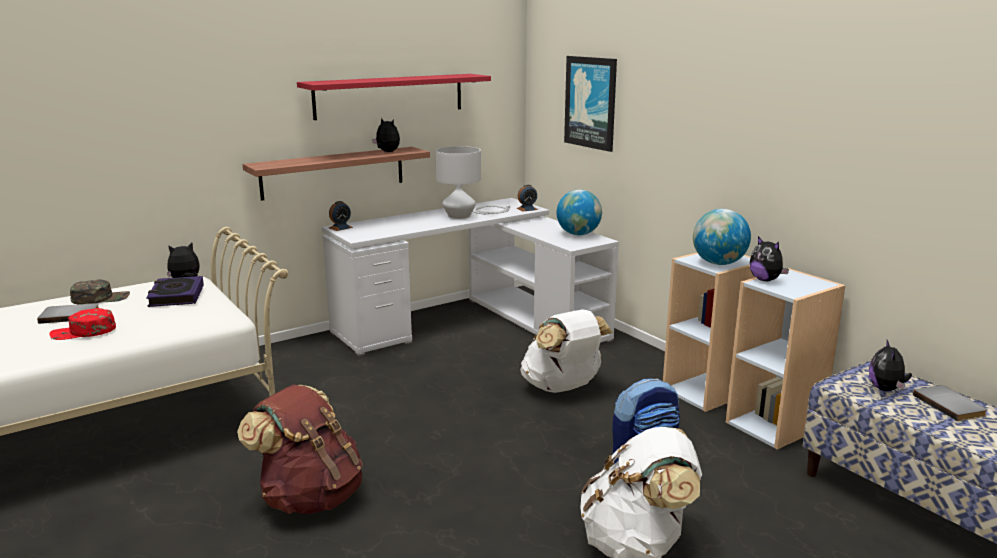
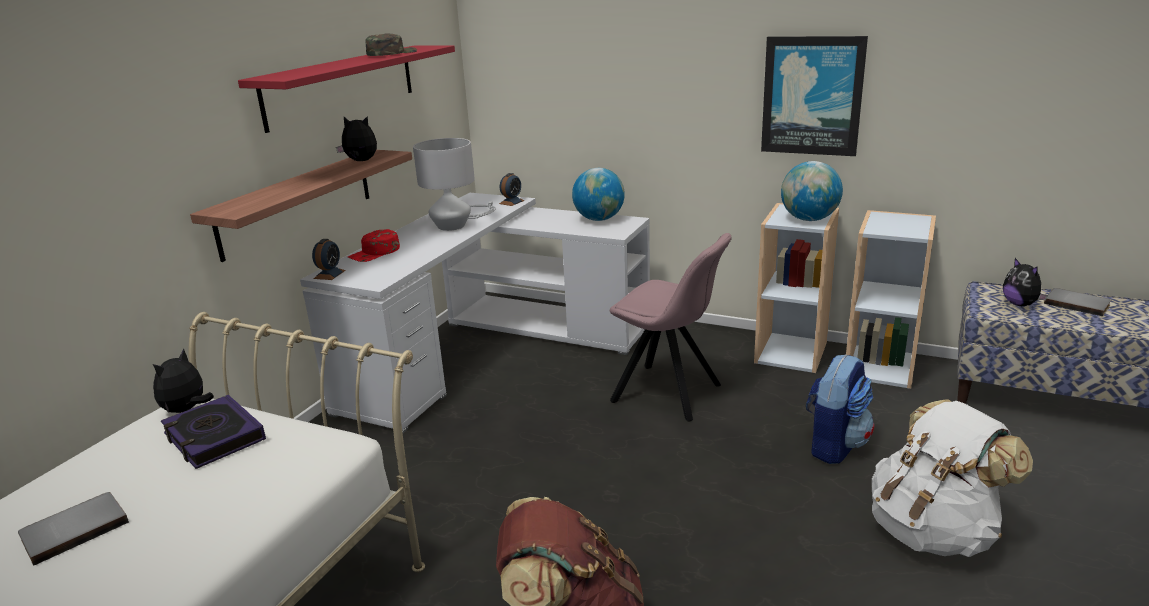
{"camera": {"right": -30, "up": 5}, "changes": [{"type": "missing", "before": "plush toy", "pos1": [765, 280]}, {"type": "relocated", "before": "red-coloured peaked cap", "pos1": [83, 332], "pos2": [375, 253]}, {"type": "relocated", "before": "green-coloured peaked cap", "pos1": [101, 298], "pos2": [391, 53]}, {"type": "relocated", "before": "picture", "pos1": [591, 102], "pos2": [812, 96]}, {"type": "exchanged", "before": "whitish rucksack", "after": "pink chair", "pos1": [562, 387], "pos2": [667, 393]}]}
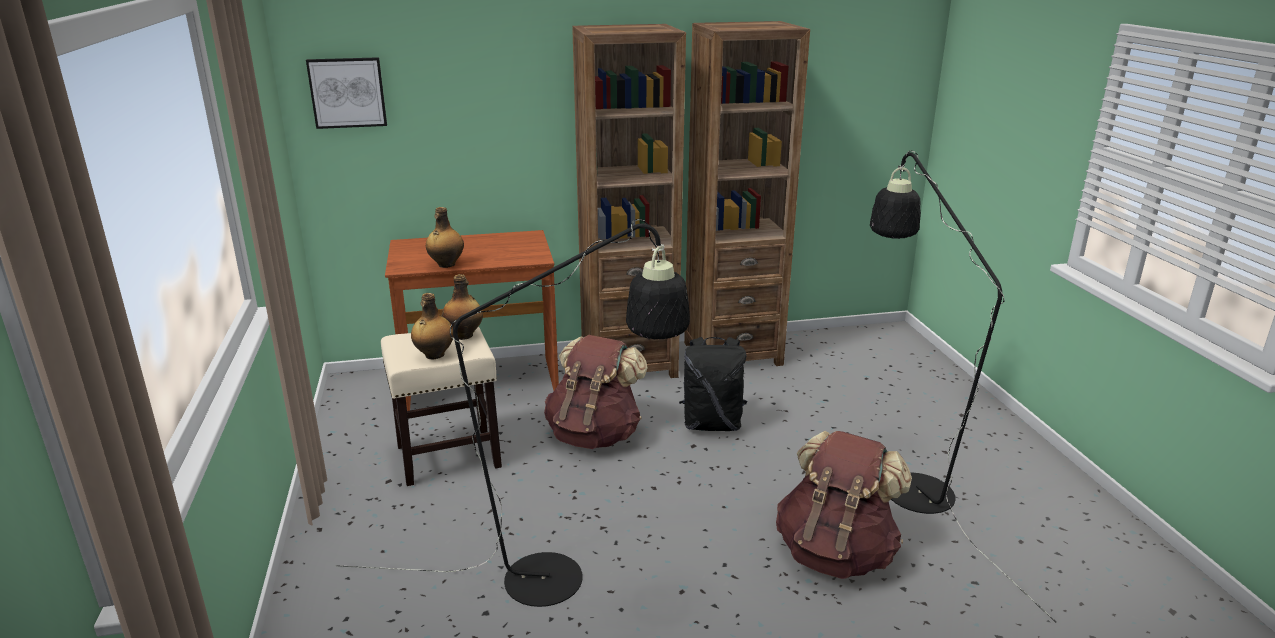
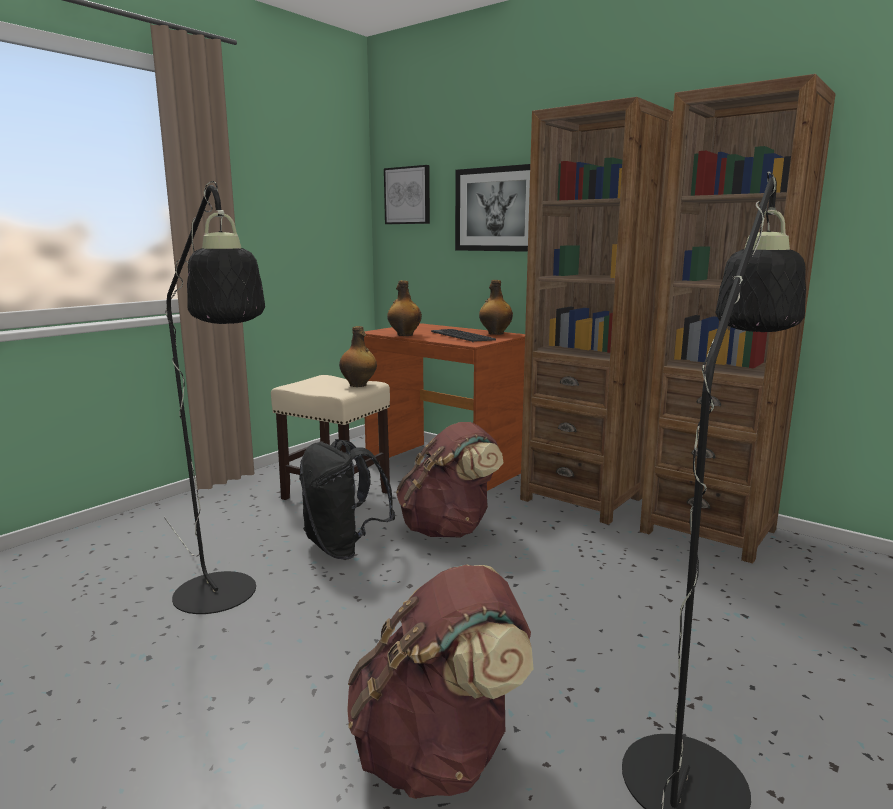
{"camera": {"right": 50, "up": -10}, "changes": [{"type": "appeared", "after": "PC keyboard", "pos2": [463, 336]}, {"type": "appeared", "after": "picture", "pos2": [497, 209]}, {"type": "relocated", "before": "bottle", "pos1": [434, 355], "pos2": [495, 333]}, {"type": "relocated", "before": "black-coloured rucksack", "pos1": [712, 424], "pos2": [344, 547]}]}
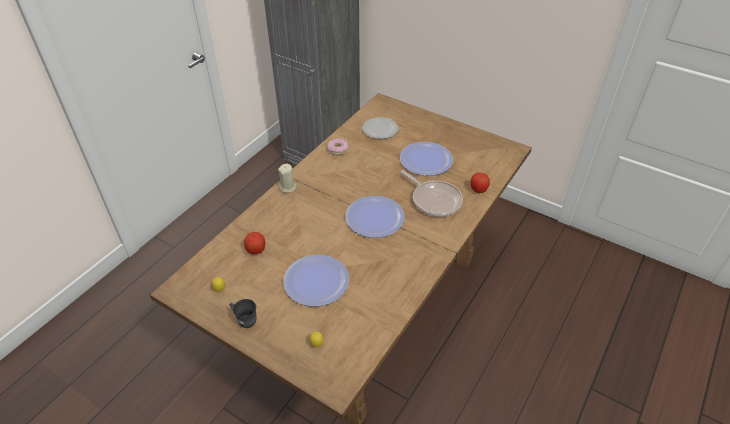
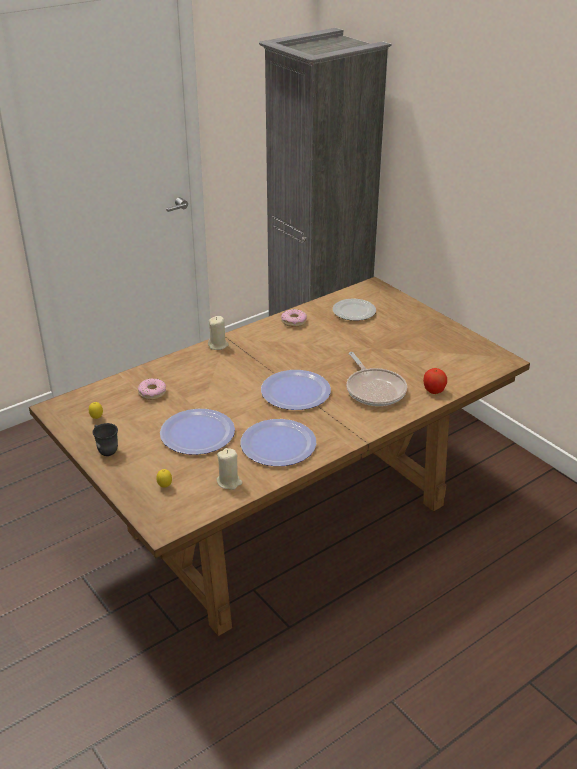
{"camera": {"right": 20, "up": -10}, "changes": [{"type": "appeared", "after": "sand-coloured wax candle", "pos2": [229, 482]}, {"type": "relocated", "before": "dinner plate", "pos1": [426, 160], "pos2": [278, 444]}, {"type": "exchanged", "before": "whole apple", "after": "doughnut", "pos1": [256, 250], "pos2": [152, 393]}]}
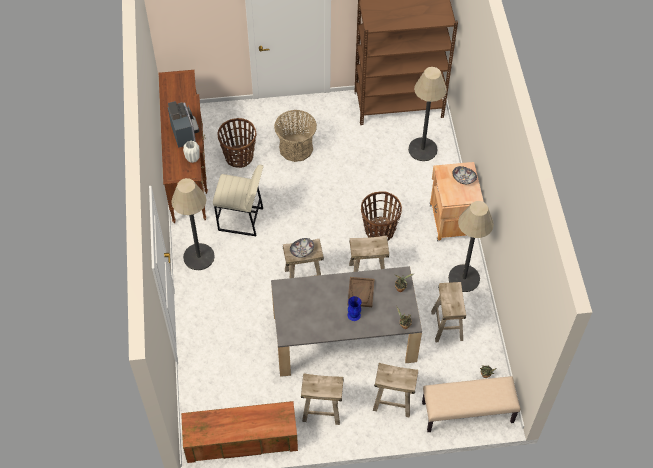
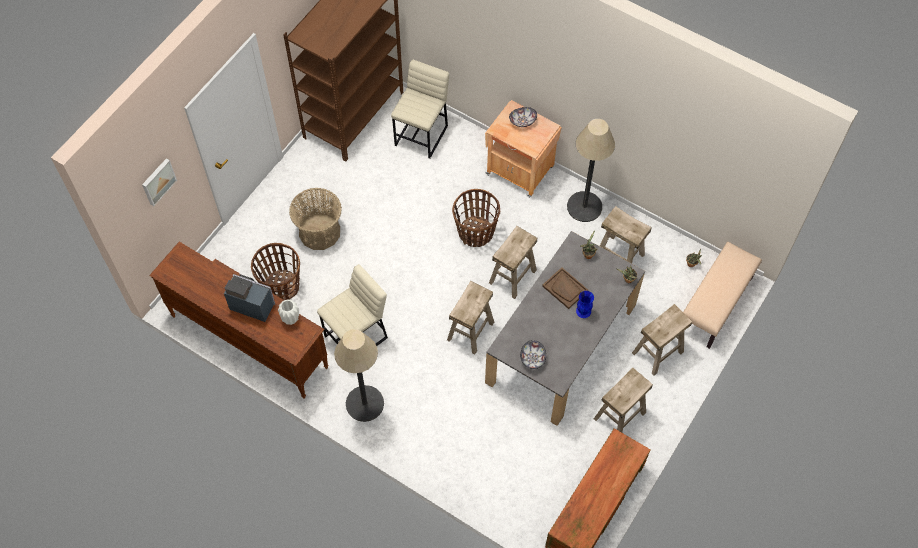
{"camera": {"right": -50, "up": 5}, "changes": [{"type": "appeared", "after": "picture", "pos2": [158, 181]}, {"type": "relocated", "before": "bowl", "pos1": [302, 251], "pos2": [533, 358]}, {"type": "exchanged", "before": "standard lamp", "after": "sand-coloured chair", "pos1": [422, 149], "pos2": [422, 134]}]}
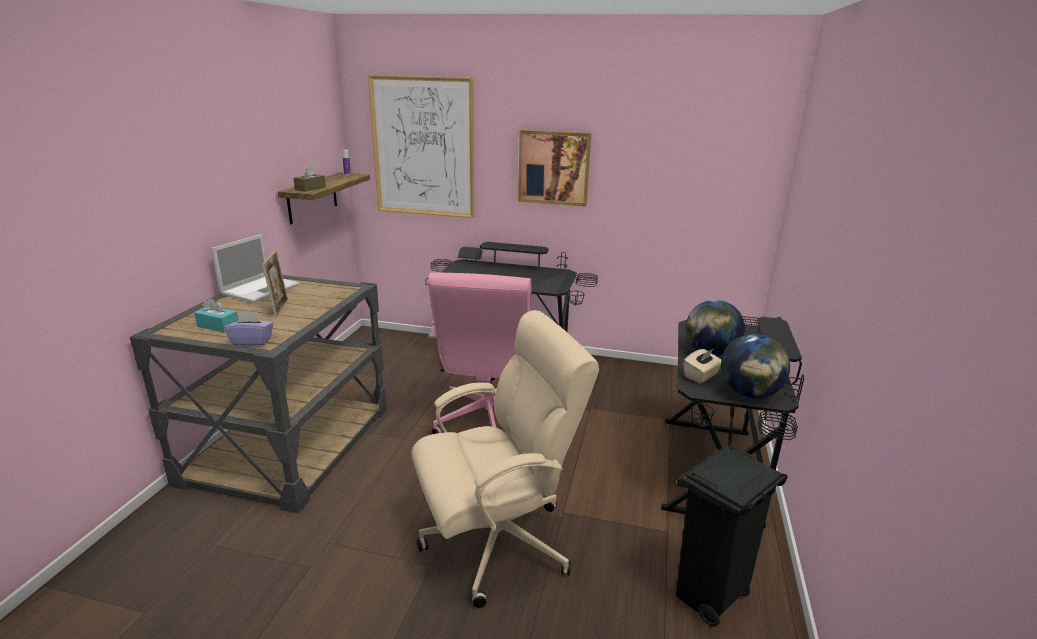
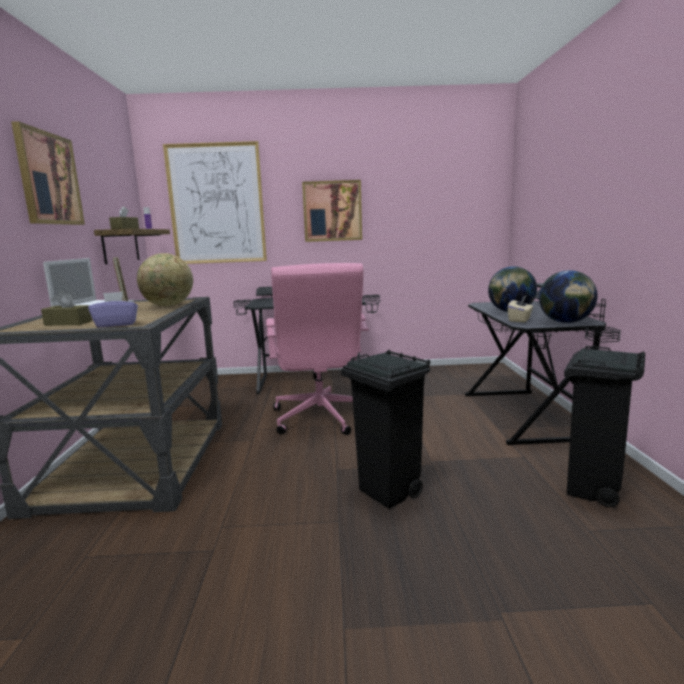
{"camera": {"right": -15, "up": -10}, "changes": [{"type": "appeared", "after": "picture", "pos2": [48, 179]}, {"type": "appeared", "after": "globe", "pos2": [168, 306]}, {"type": "exchanged", "before": "sand-coloured computer chair", "after": "black-coloured rubbish bin", "pos1": [496, 543], "pos2": [389, 492]}, {"type": "colour", "before": "turquoise-coloured box of tissues", "after": "brown box of tissues", "pos1": [218, 326], "pos2": [68, 323]}]}
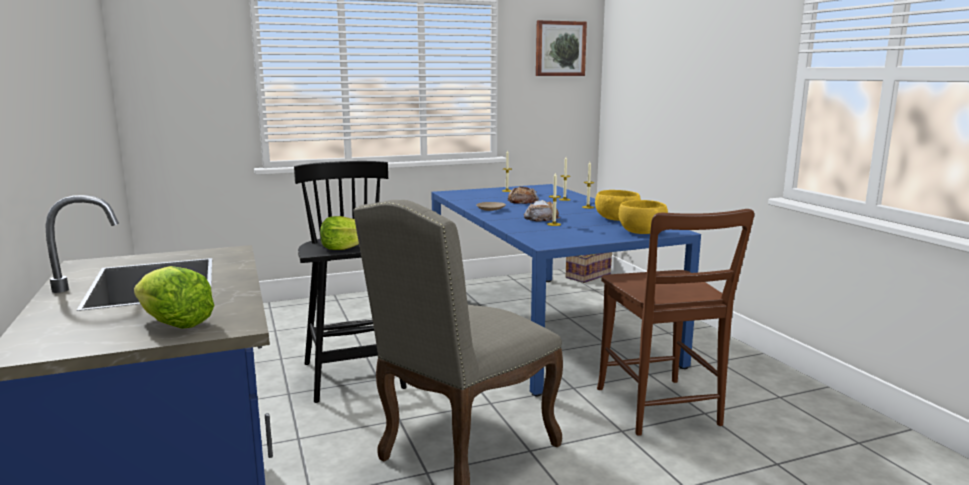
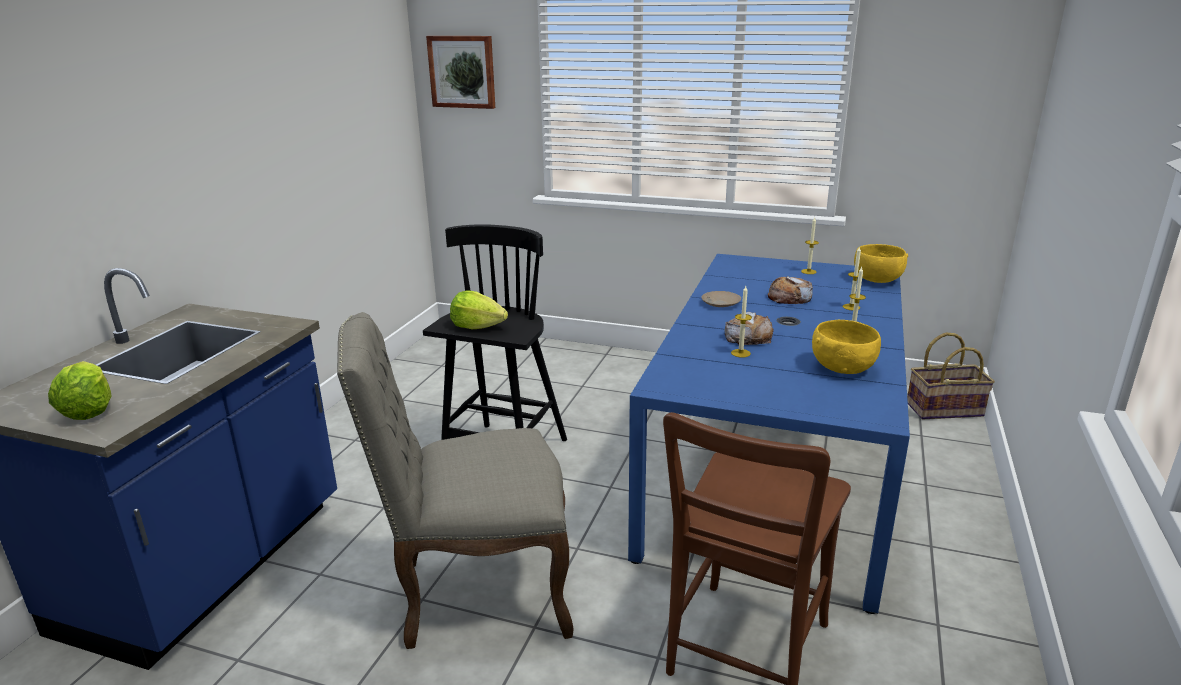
{"camera": {"right": 40, "up": 10}, "changes": [{"type": "relocated", "before": "picture", "pos1": [560, 48], "pos2": [462, 71]}, {"type": "relocated", "before": "yellow bowl", "pos1": [642, 233], "pos2": [877, 280]}]}
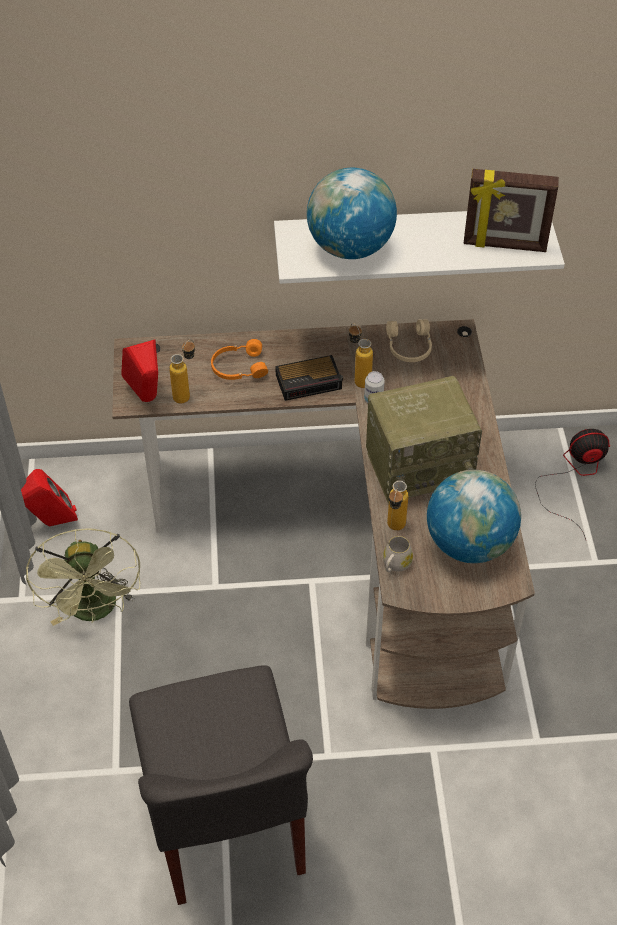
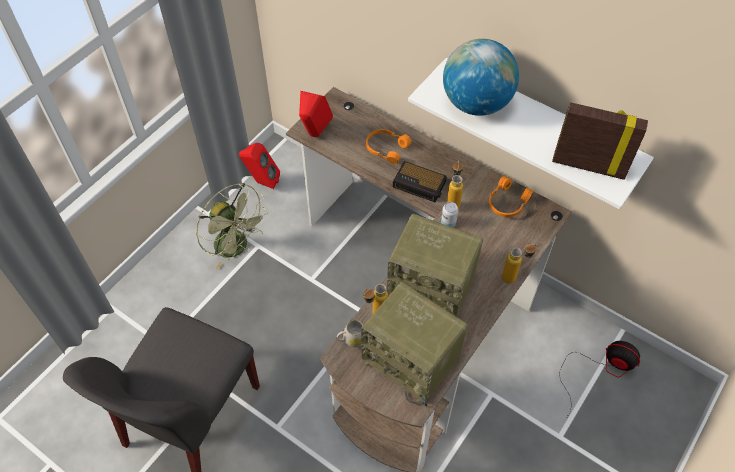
{"camera": {"right": 40, "up": 5}, "changes": [{"type": "relocated", "before": "bottle", "pos1": [186, 394], "pos2": [514, 277]}, {"type": "exchanged", "before": "globe", "after": "radio receiver", "pos1": [469, 543], "pos2": [412, 360]}, {"type": "colour", "before": "sand-coloured headset", "after": "orange-coloured headset", "pos1": [408, 347], "pos2": [507, 202]}, {"type": "spun", "before": "green-coloured electric fan", "pos1": [95, 611], "pos2": [237, 247], "turn": -75}, {"type": "spun", "before": "photo frame", "pos1": [504, 245], "pos2": [588, 165], "turn": 150}]}
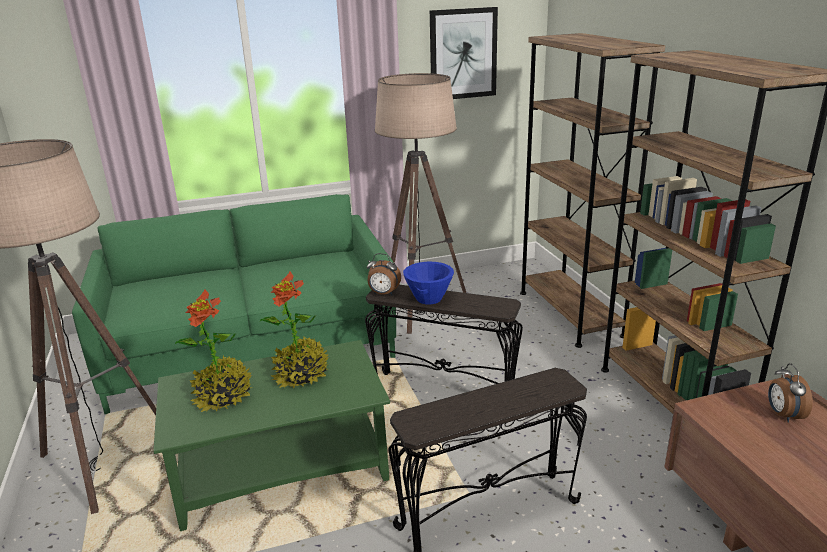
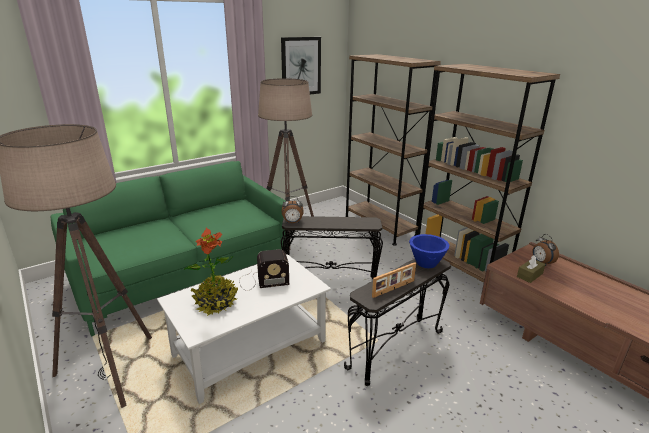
{"camera": {"right": -20, "up": 0}, "changes": [{"type": "appeared", "after": "photo frame", "pos2": [394, 289]}, {"type": "appeared", "after": "brown box of tissues", "pos2": [529, 275]}, {"type": "relocated", "before": "bluish bowl", "pos1": [428, 298], "pos2": [426, 263]}, {"type": "exchanged", "before": "plant in a pot", "after": "radio receiver", "pos1": [301, 374], "pos2": [262, 281]}, {"type": "colour", "before": "green-coloured lounge table", "after": "whitish lounge table", "pos1": [283, 469], "pos2": [251, 348]}]}
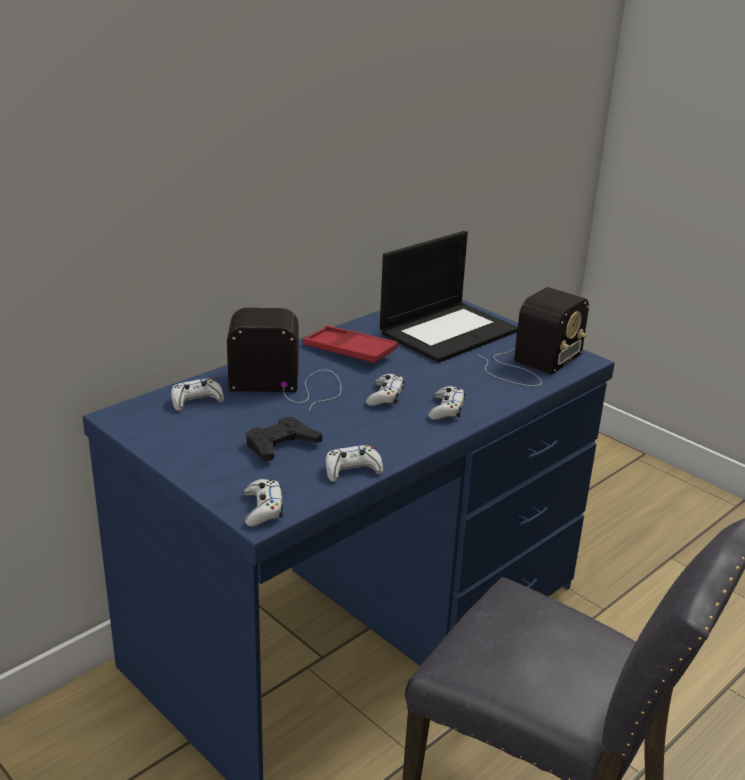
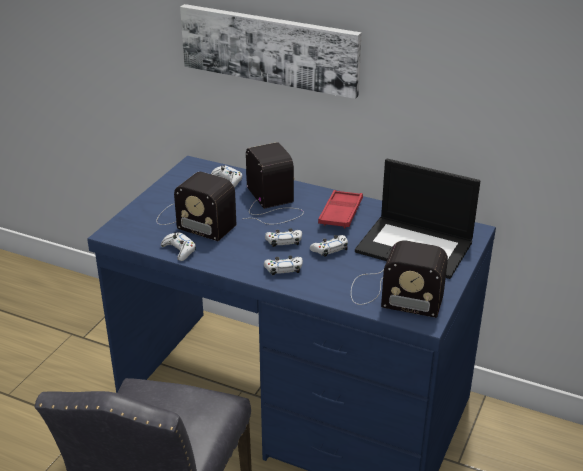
{"camera": {"right": 70, "up": 5}, "changes": [{"type": "appeared", "after": "picture", "pos2": [270, 48]}, {"type": "relocated", "before": "whitish gamepad", "pos1": [263, 509], "pos2": [330, 249]}, {"type": "exchanged", "before": "black-coloured gamepad", "after": "radio receiver", "pos1": [281, 445], "pos2": [193, 220]}]}
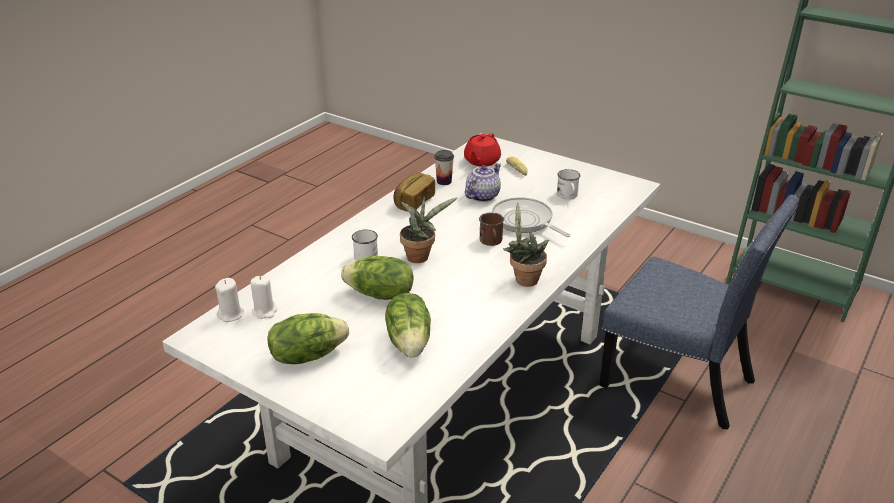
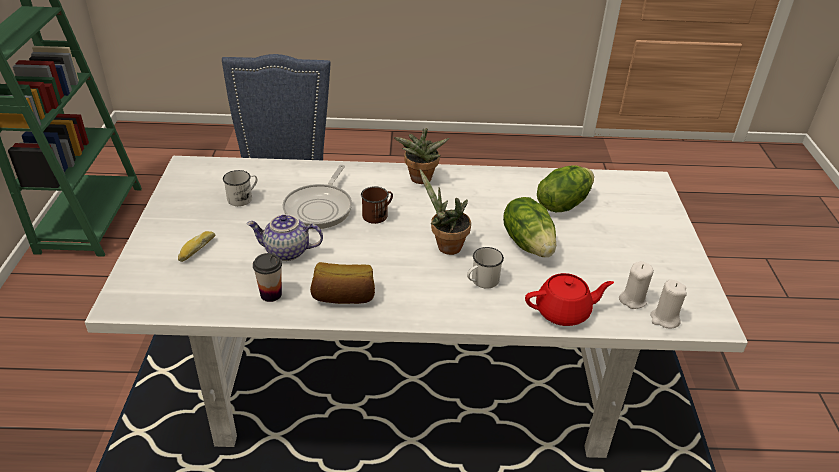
{"camera": {"right": -125, "up": 5}, "changes": [{"type": "missing", "before": "lettuce", "pos1": [307, 355]}, {"type": "relocated", "before": "red-coloured tea pot", "pos1": [481, 161], "pos2": [564, 312]}]}
